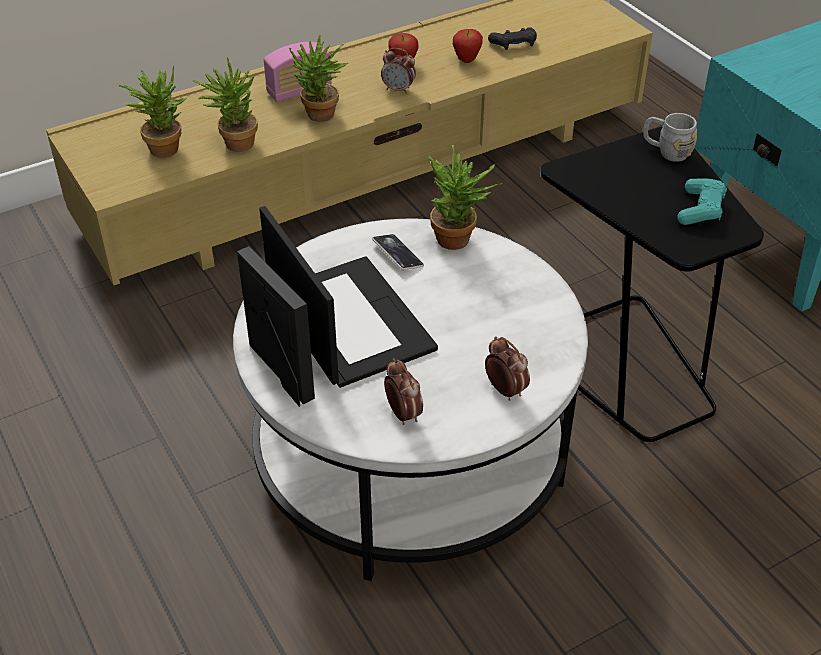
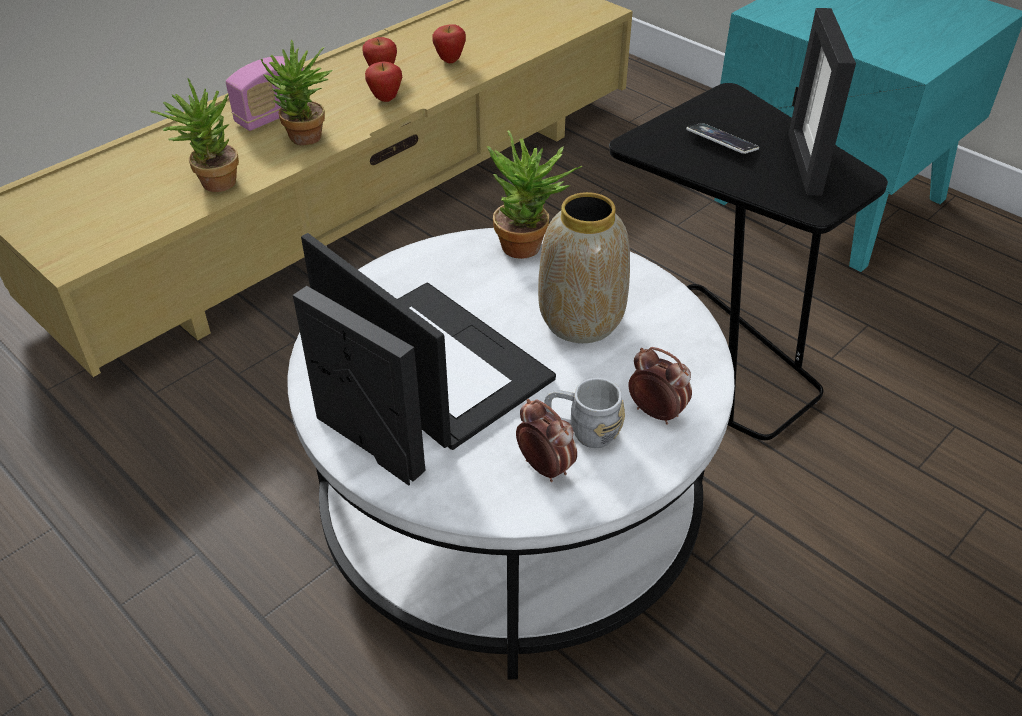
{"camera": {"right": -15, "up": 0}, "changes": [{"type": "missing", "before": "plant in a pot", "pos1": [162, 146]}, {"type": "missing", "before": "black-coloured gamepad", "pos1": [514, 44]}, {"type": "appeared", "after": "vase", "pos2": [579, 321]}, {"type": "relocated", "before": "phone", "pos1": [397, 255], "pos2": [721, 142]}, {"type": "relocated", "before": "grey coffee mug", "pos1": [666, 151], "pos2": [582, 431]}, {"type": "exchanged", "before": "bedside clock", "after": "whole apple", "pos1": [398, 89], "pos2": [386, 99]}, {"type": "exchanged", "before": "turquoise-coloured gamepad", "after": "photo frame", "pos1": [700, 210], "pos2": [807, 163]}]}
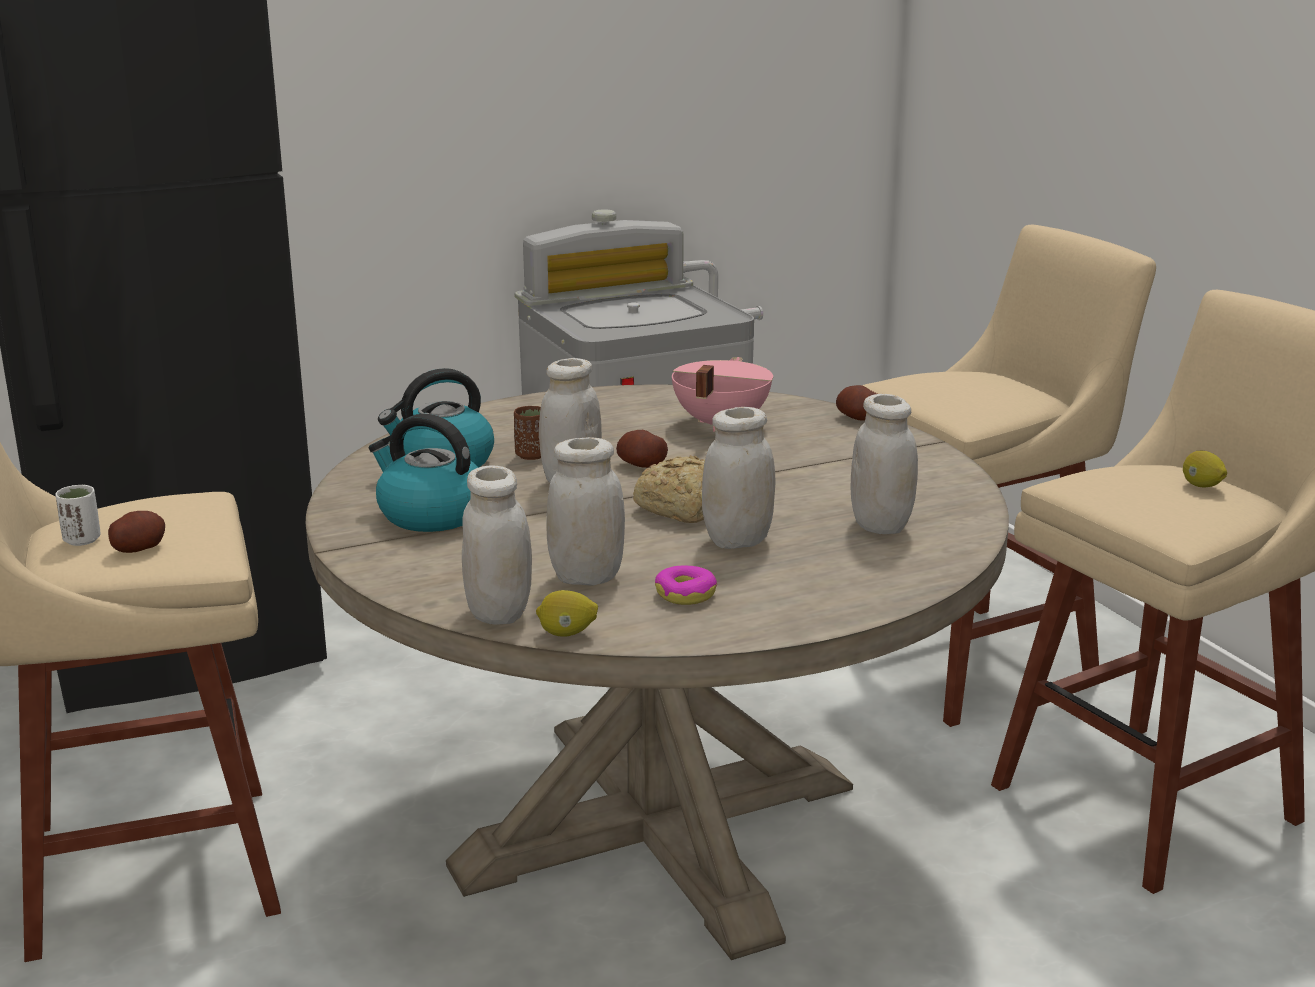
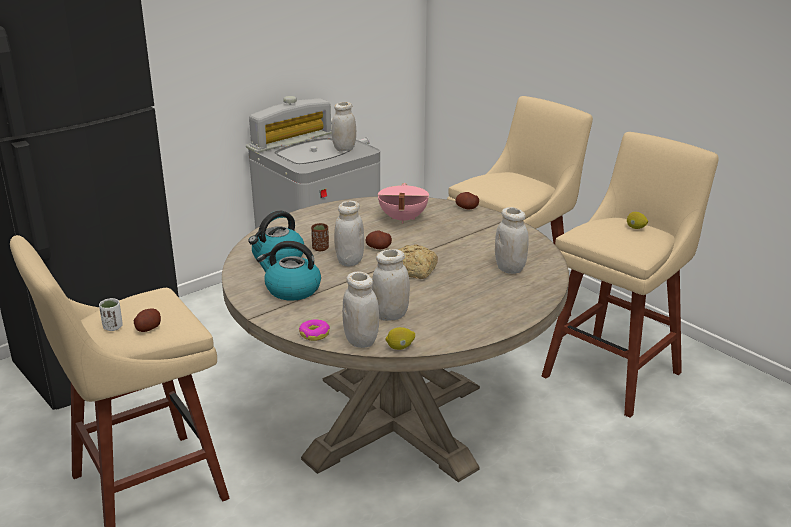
{"camera": {"right": -15, "up": 5}, "changes": [{"type": "relocated", "before": "doughnut", "pos1": [686, 594], "pos2": [314, 334]}, {"type": "relocated", "before": "whitish preserve jar", "pos1": [737, 541], "pos2": [344, 149]}]}
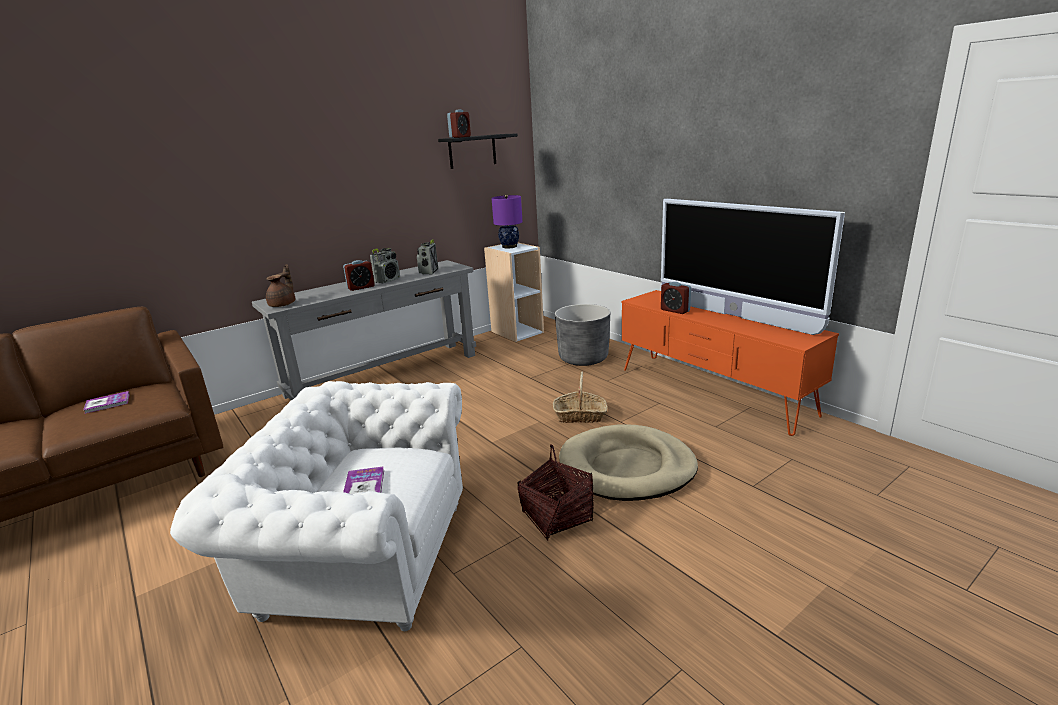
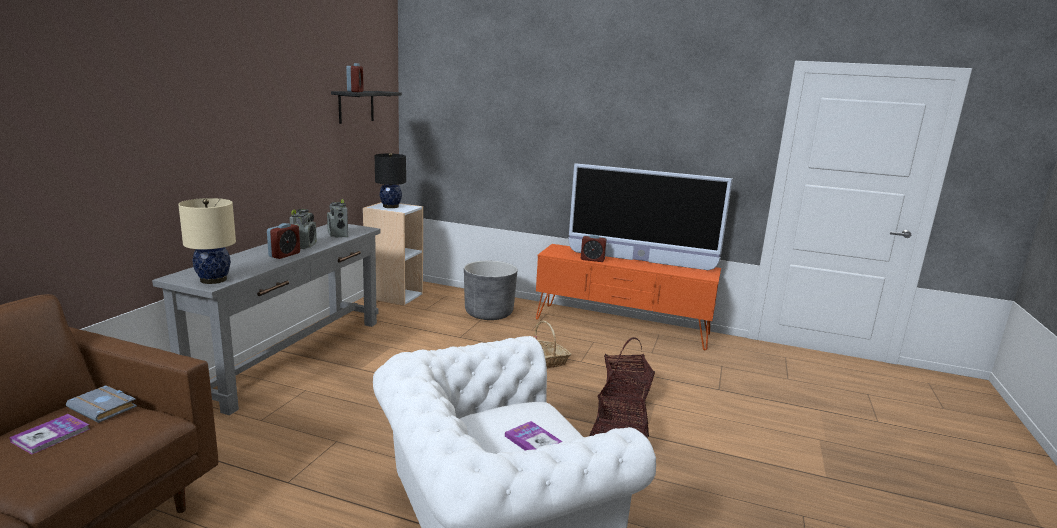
{"camera": {"right": -35, "up": -5}, "changes": [{"type": "appeared", "after": "grey bound book", "pos2": [105, 407]}, {"type": "exchanged", "before": "brown tea pot", "after": "sand-coloured tabletop lamp", "pos1": [283, 304], "pos2": [214, 280]}, {"type": "exchanged", "before": "sand-coloured dog cushion", "after": "household basket", "pos1": [627, 467], "pos2": [625, 395]}, {"type": "colour", "before": "purplish tabletop lamp", "after": "black-coloured tabletop lamp", "pos1": [509, 246], "pos2": [391, 206]}]}
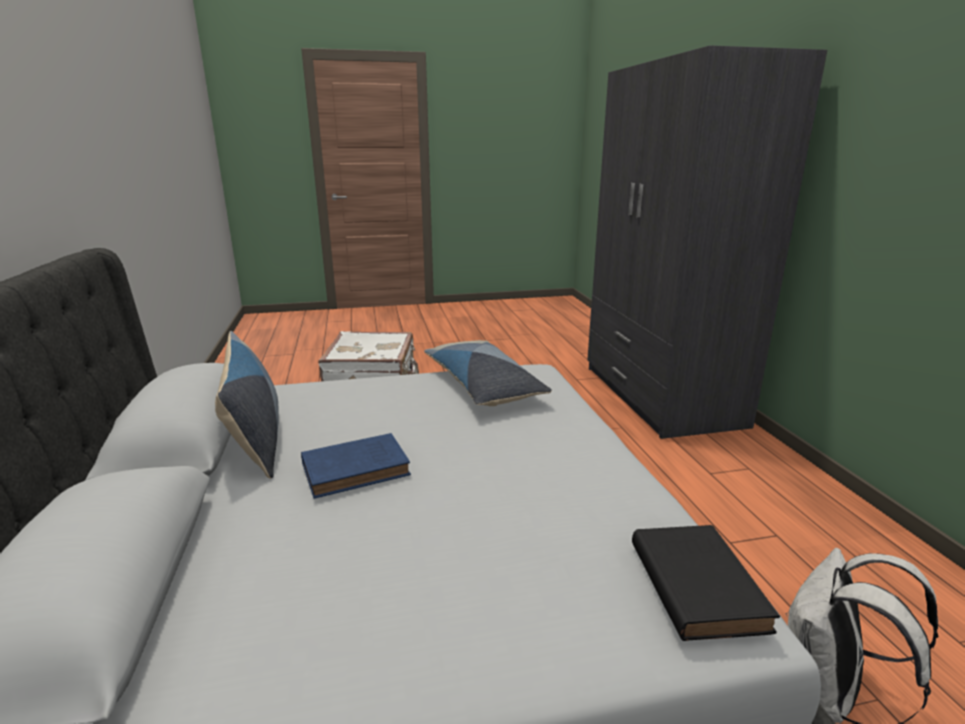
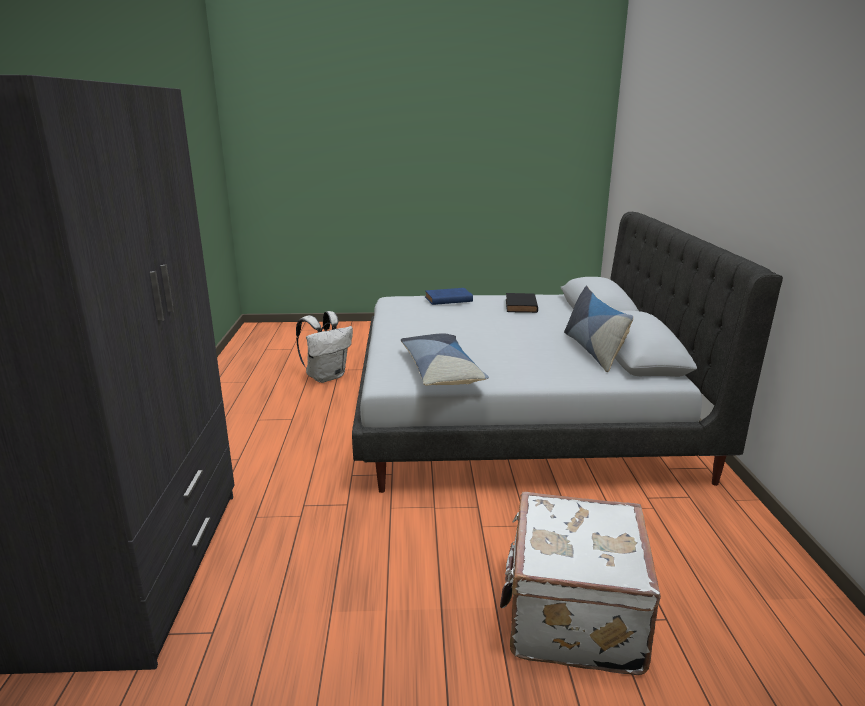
{"camera": {"right": -170, "up": 0}, "changes": [{"type": "relocated", "before": "bluish bound book", "pos1": [358, 469], "pos2": [447, 299]}, {"type": "relocated", "before": "black-coloured bound book", "pos1": [694, 583], "pos2": [521, 306]}]}
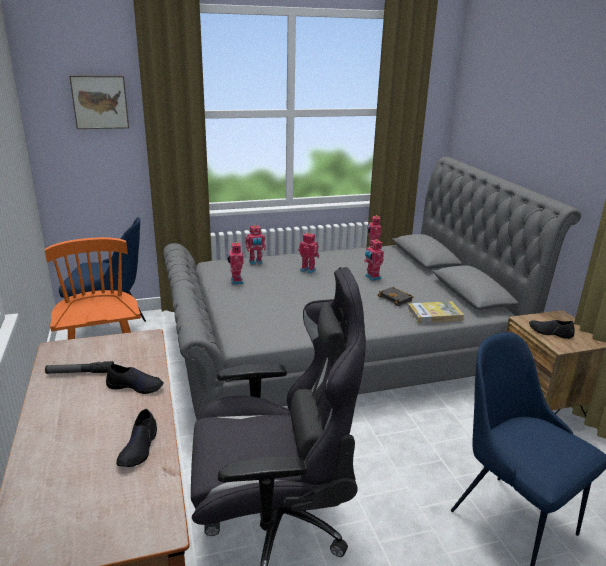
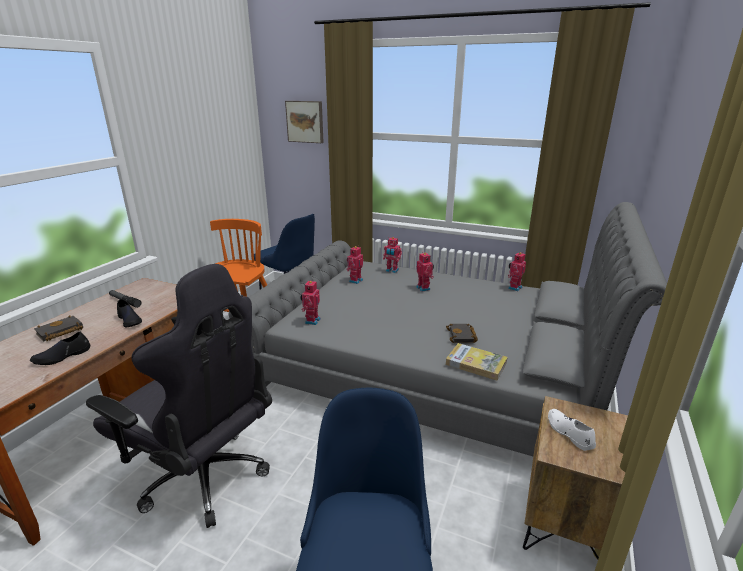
{"camera": {"right": 40, "up": 0}, "changes": [{"type": "appeared", "after": "black-coloured bound book", "pos2": [59, 332]}, {"type": "relocated", "before": "toy robot", "pos1": [372, 277], "pos2": [311, 321]}, {"type": "colour", "before": "black-coloured low shoe", "after": "whitish low shoe", "pos1": [550, 332], "pos2": [569, 433]}]}
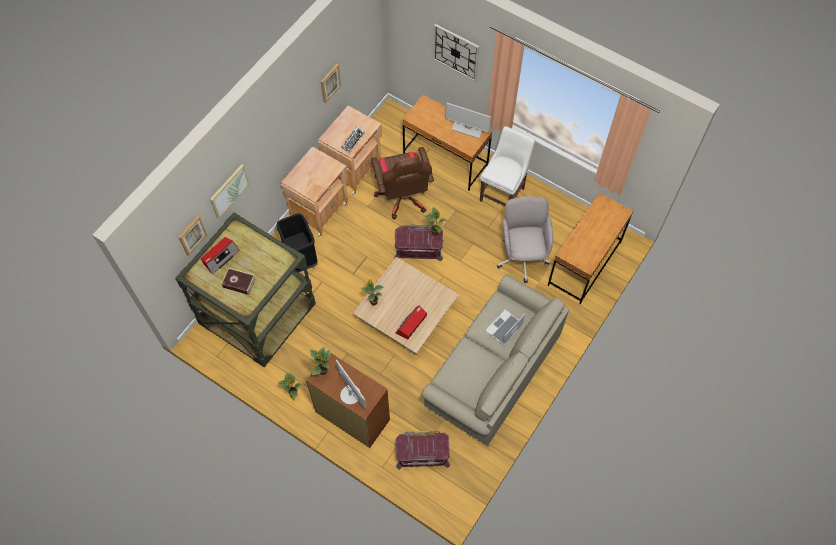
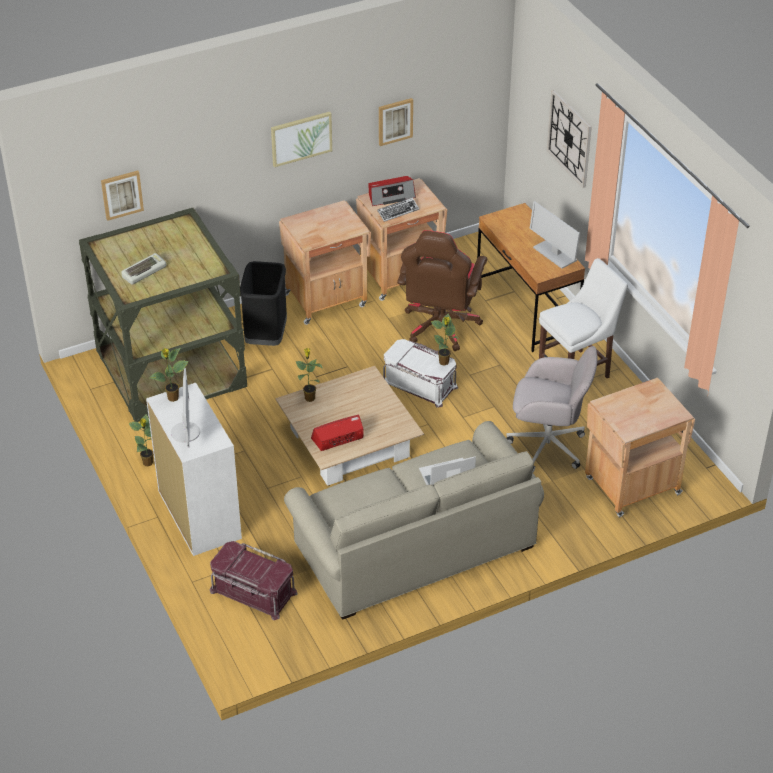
{"camera": {"right": 30, "up": -20}, "changes": [{"type": "relocated", "before": "radio receiver", "pos1": [220, 257], "pos2": [390, 196]}, {"type": "relocated", "before": "picture", "pos1": [229, 190], "pos2": [301, 138]}, {"type": "exchanged", "before": "bound book", "after": "PC keyboard", "pos1": [239, 283], "pos2": [144, 271]}, {"type": "exchanged", "before": "brown desk unit", "after": "brown trolley", "pos1": [584, 264], "pos2": [631, 487]}, {"type": "colour", "before": "brown storage cabinet", "after": "whitish storage cabinet", "pos1": [352, 415], "pos2": [199, 514]}, {"type": "colour", "before": "red-coloured storage container", "after": "whitish storage container", "pos1": [419, 248], "pos2": [420, 384]}, {"type": "spun", "before": "grey computer chair", "pos1": [522, 258], "pos2": [548, 447], "turn": 75}]}
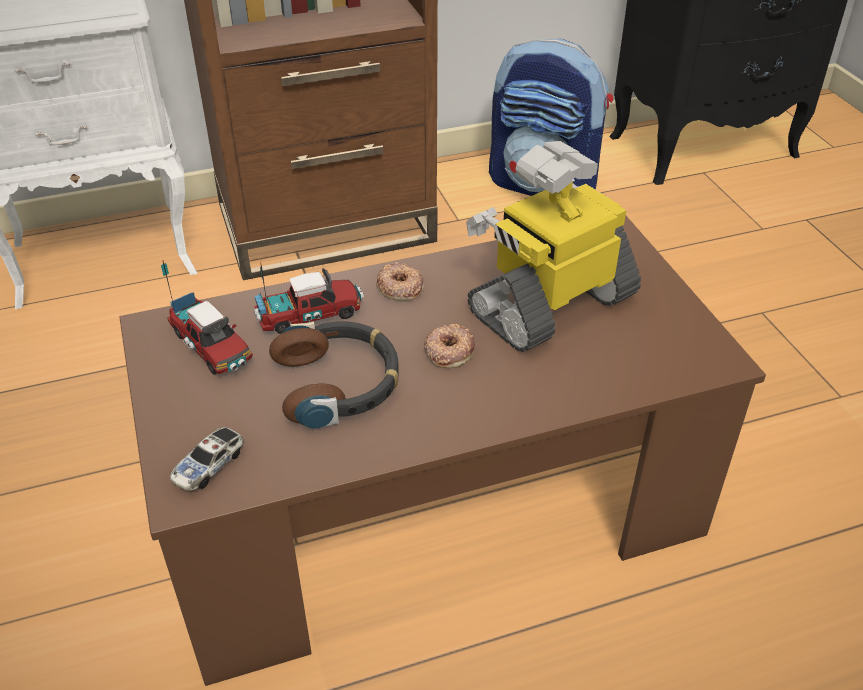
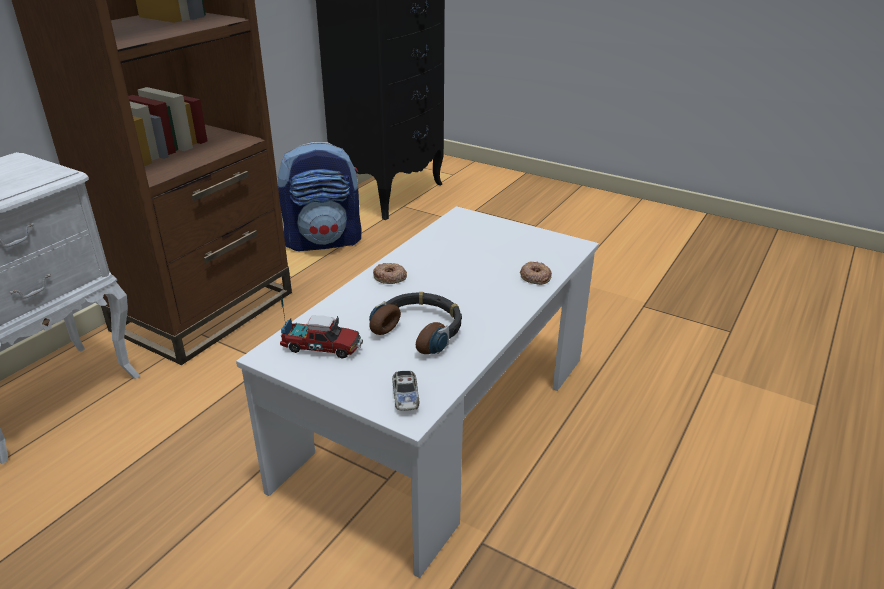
{"camera": {"right": -40, "up": -10}, "changes": [{"type": "missing", "before": "model truck", "pos1": [310, 315]}, {"type": "missing", "before": "toy robot", "pos1": [550, 304]}, {"type": "relocated", "before": "doughnut", "pos1": [448, 350], "pos2": [535, 277]}, {"type": "colour", "before": "brown lounge table", "after": "whitish lounge table", "pos1": [431, 506], "pos2": [441, 419]}]}
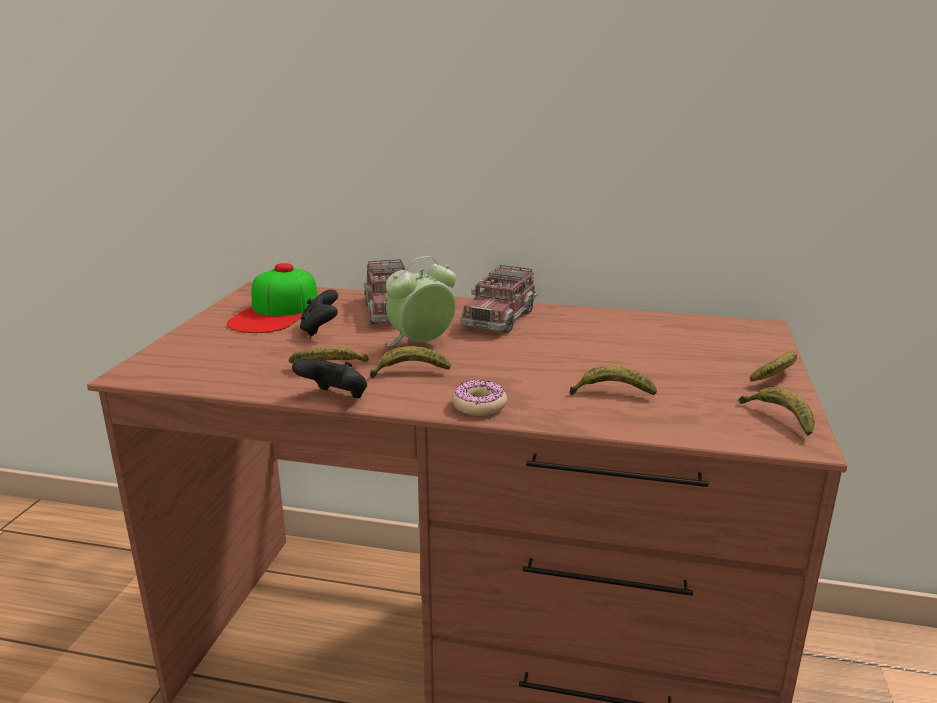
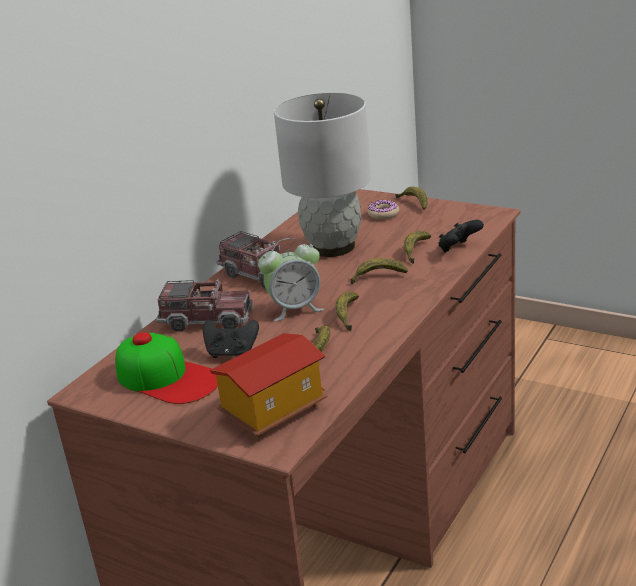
{"camera": {"right": -70, "up": 5}, "changes": [{"type": "appeared", "after": "miniature house", "pos2": [273, 410]}, {"type": "appeared", "after": "whitish tabletop lamp", "pos2": [332, 247]}, {"type": "relocated", "before": "black-coloured gamepad", "pos1": [335, 398], "pos2": [458, 249]}, {"type": "relocated", "before": "doughnut", "pos1": [479, 405], "pos2": [383, 214]}, {"type": "relocated", "before": "banana", "pos1": [779, 418], "pos2": [377, 277]}, {"type": "spun", "before": "bedside clock", "pos1": [421, 344], "pos2": [295, 309], "turn": -90}]}
